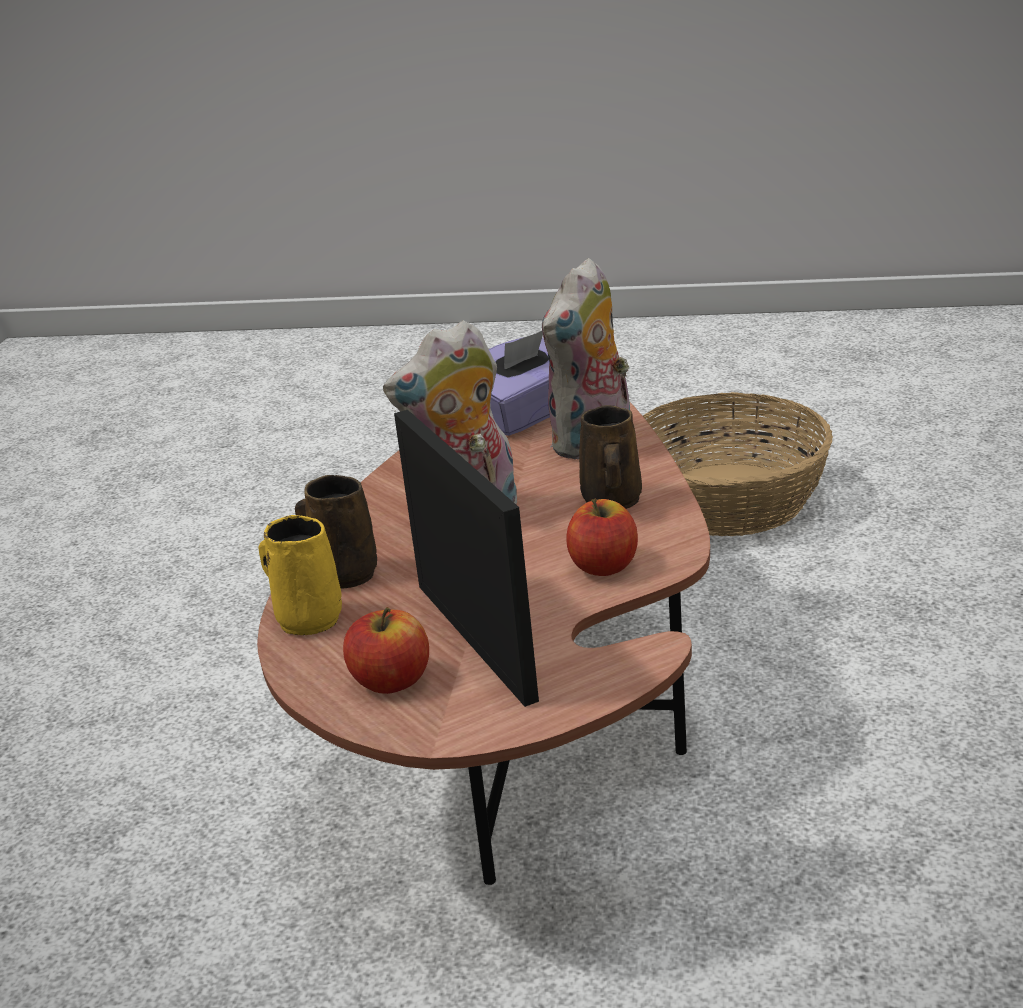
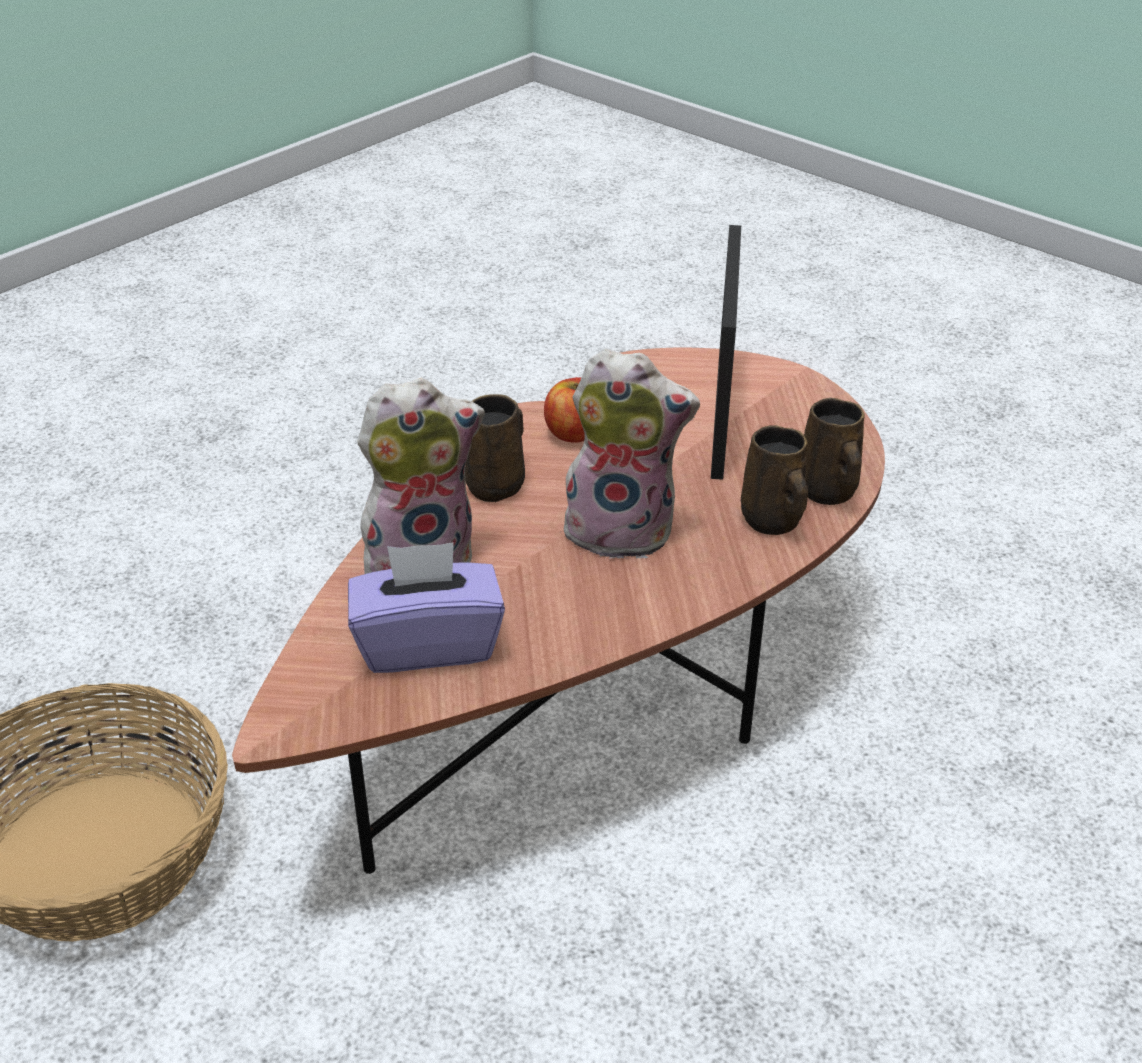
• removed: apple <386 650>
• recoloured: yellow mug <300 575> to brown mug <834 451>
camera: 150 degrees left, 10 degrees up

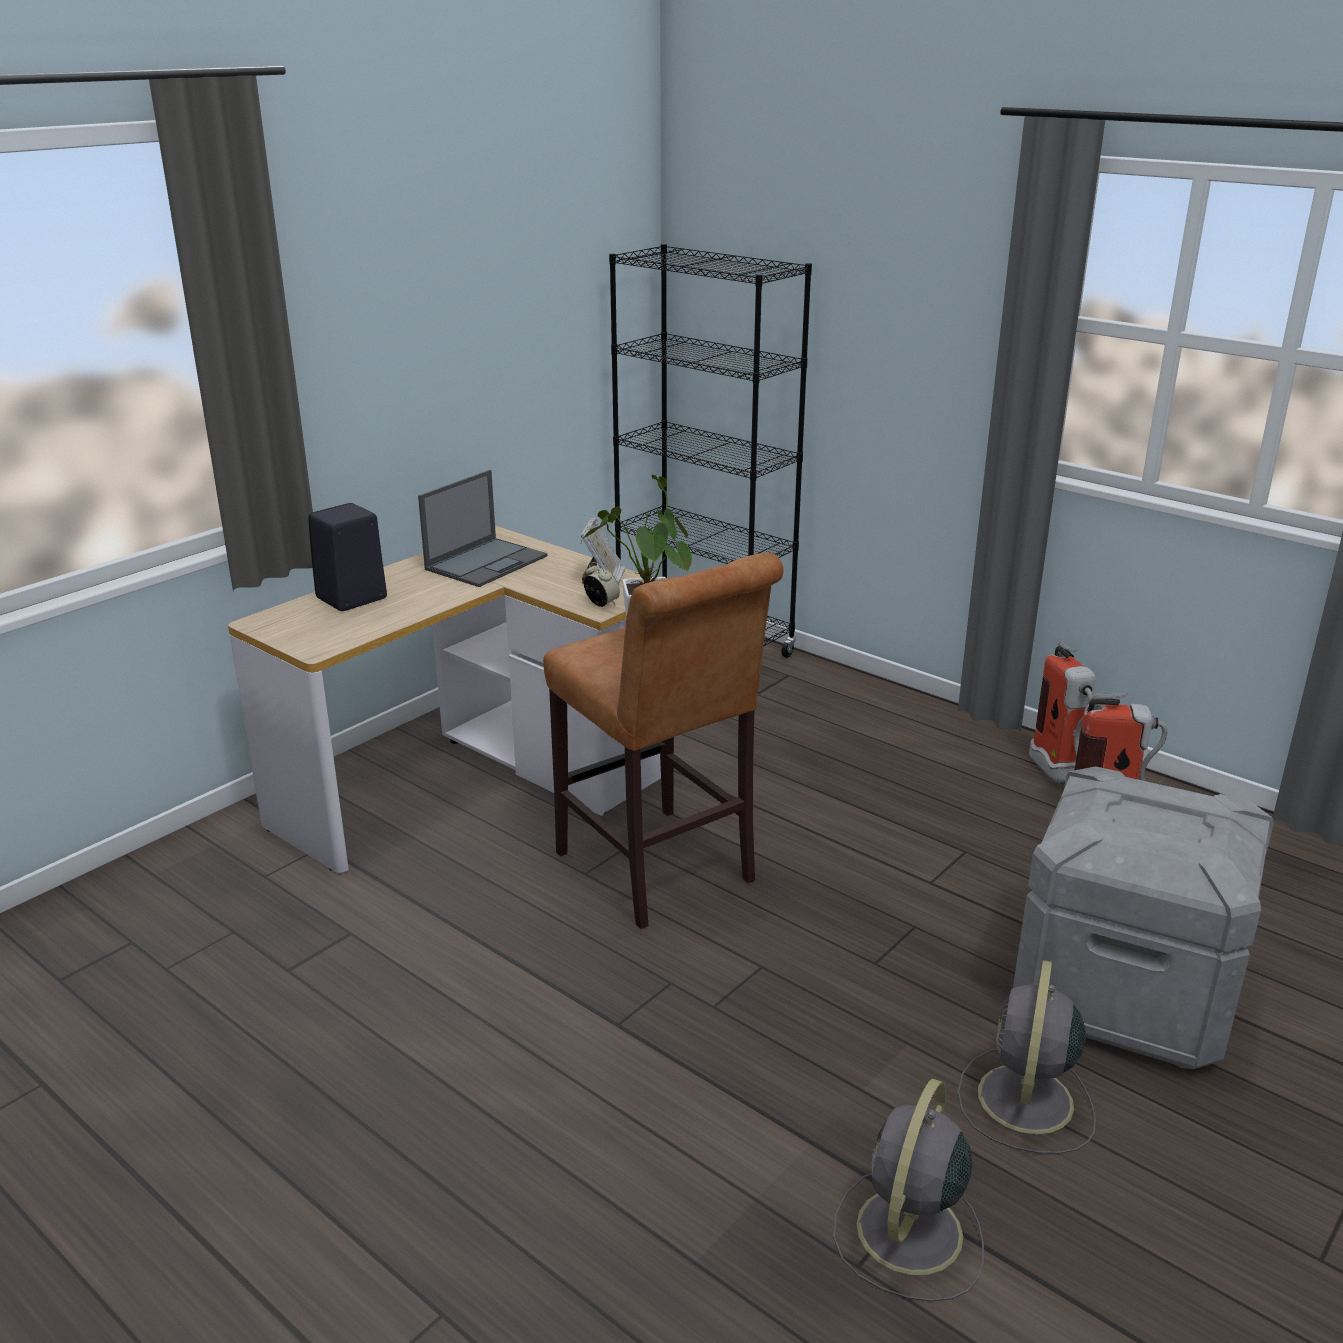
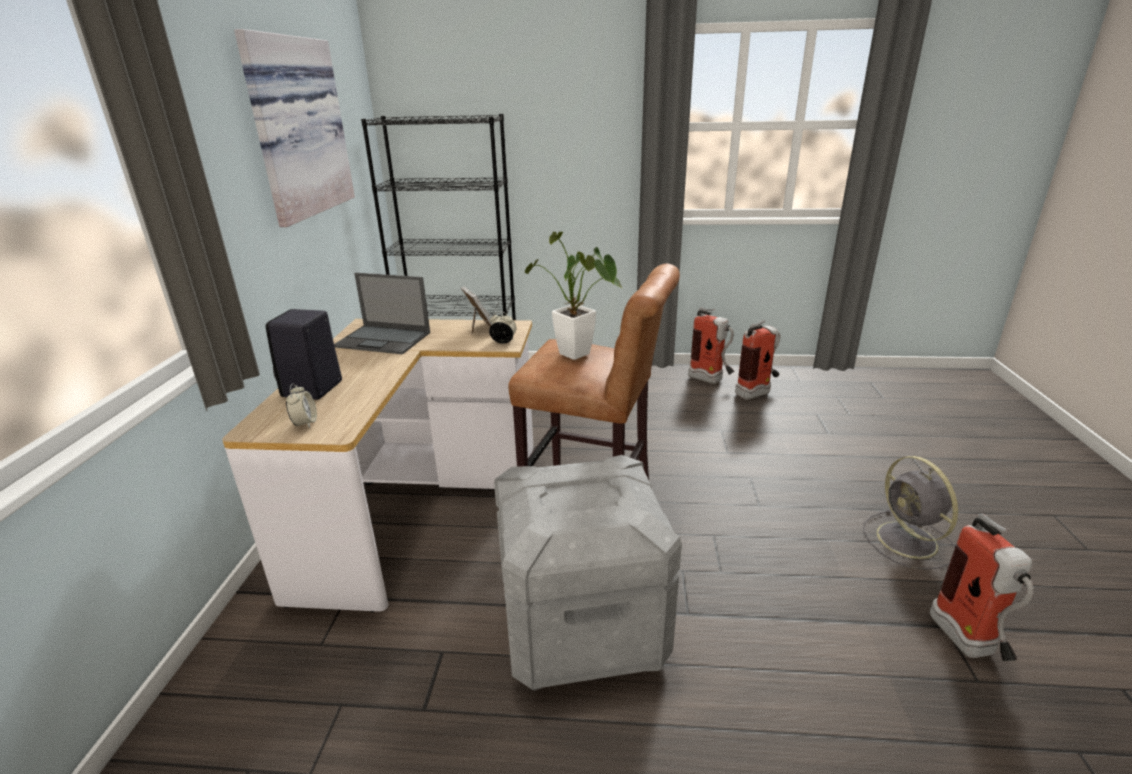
• added: picture <294 128>
• added: alarm clock <301 405>
• moved: grey storage box <1143 917> to <588 573>
• replaced: grey fan <908 1190> to fire extinguisher <982 587>
• turned: laptop <483 528> = <382 313> 105 degrees clockwise
camera: 35 degrees left, 0 degrees up

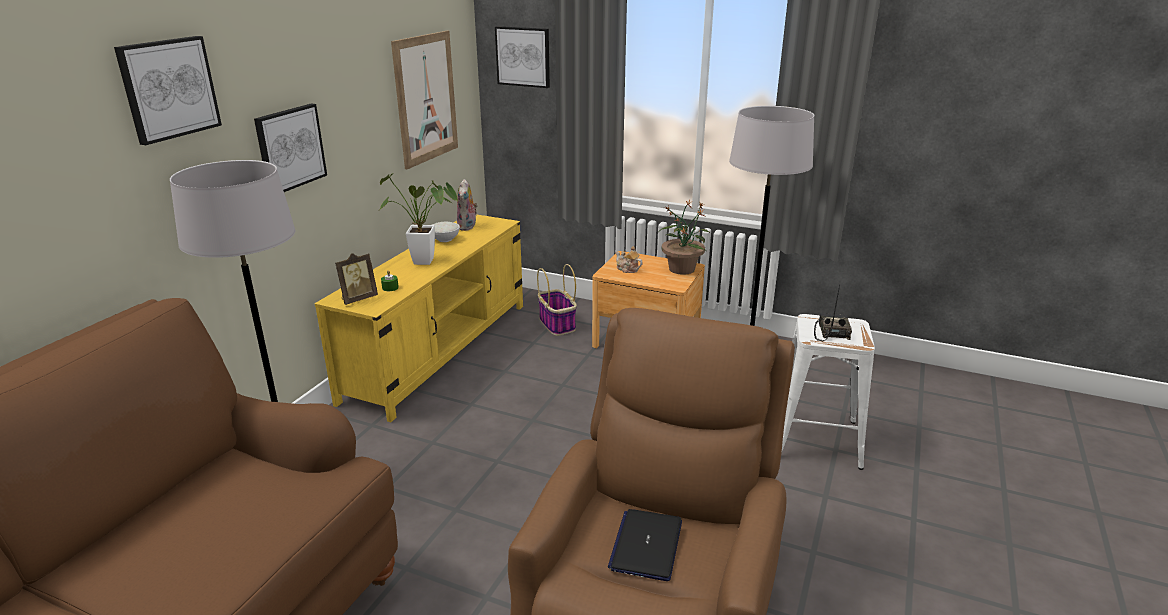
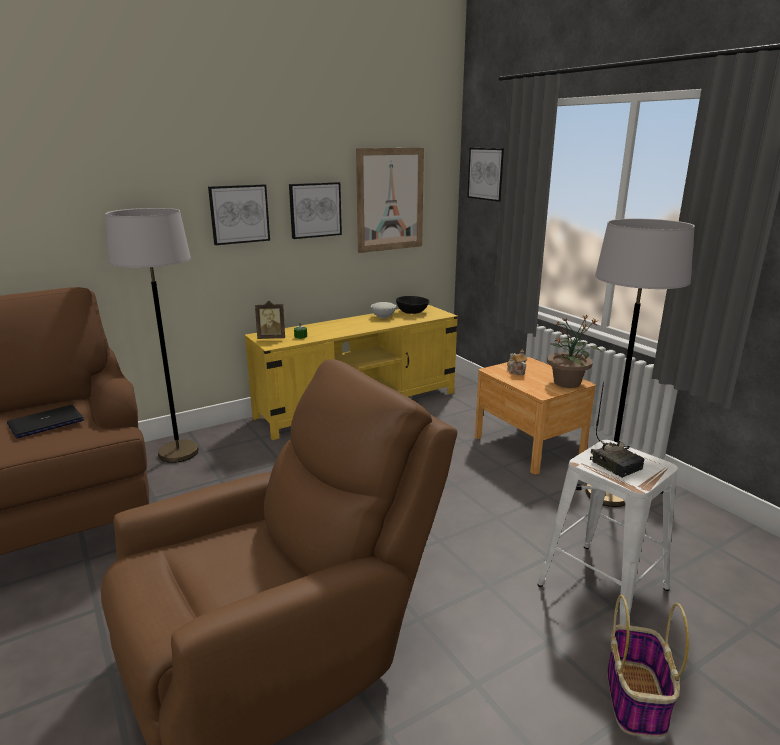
• removed: potted plant <419 219>
• moved: picture <168 90> to <315 210>
• moved: basket <557 300> to <648 666>
• moved: laptop <645 545> to <45 422>
• replaced: plush toy <467 205> to black bowl <412 305>
• turned: radio <833 313> = <617 430> 105 degrees clockwise
camera: 35 degrees right, 5 degrees down

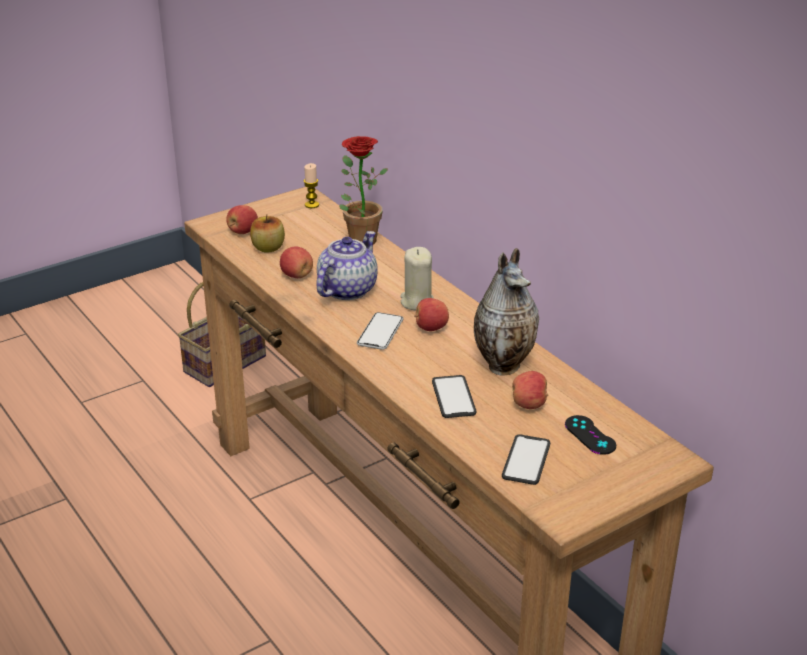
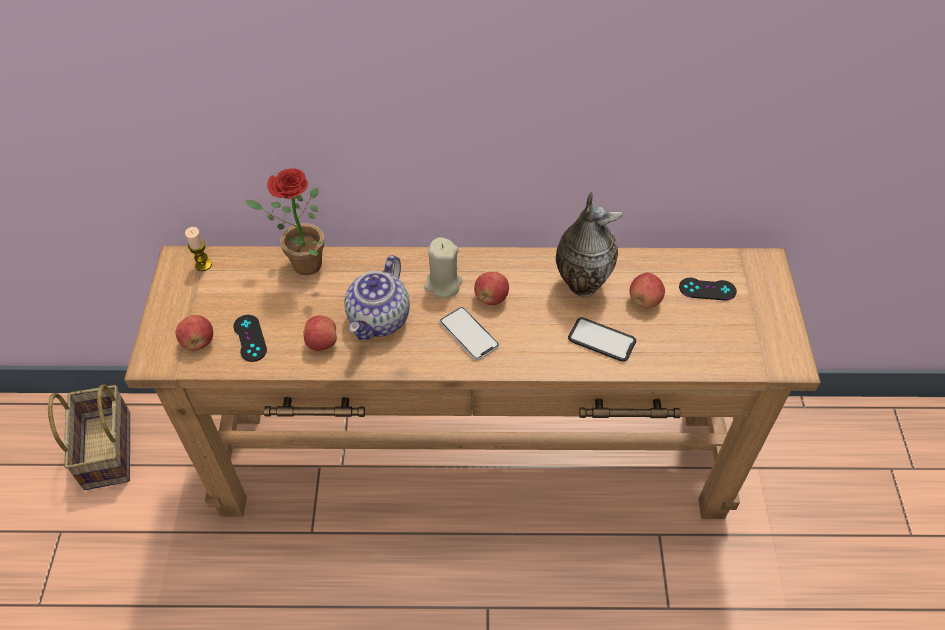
• removed: phone <526 459>
• replaced: apple <267 233> to black game controller <250 338>
• turned: teapot <347 265> = <377 297> 135 degrees counterclockwise
camera: 55 degrees left, 20 degrees up

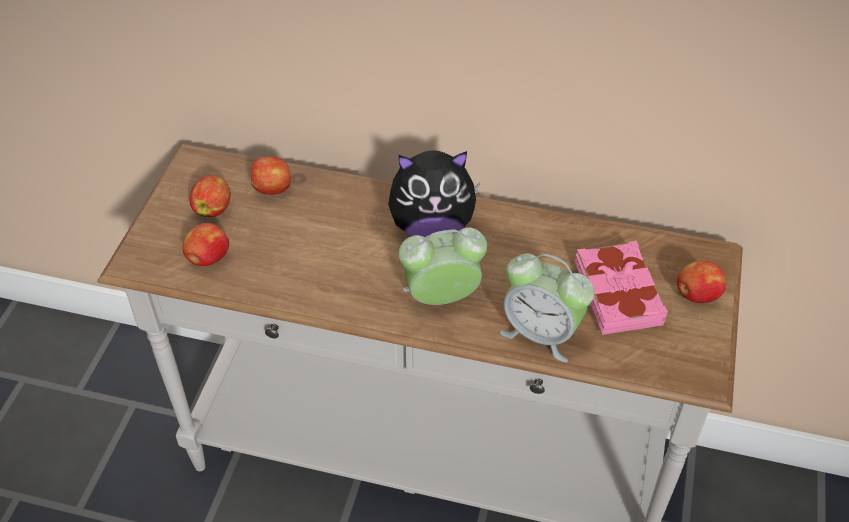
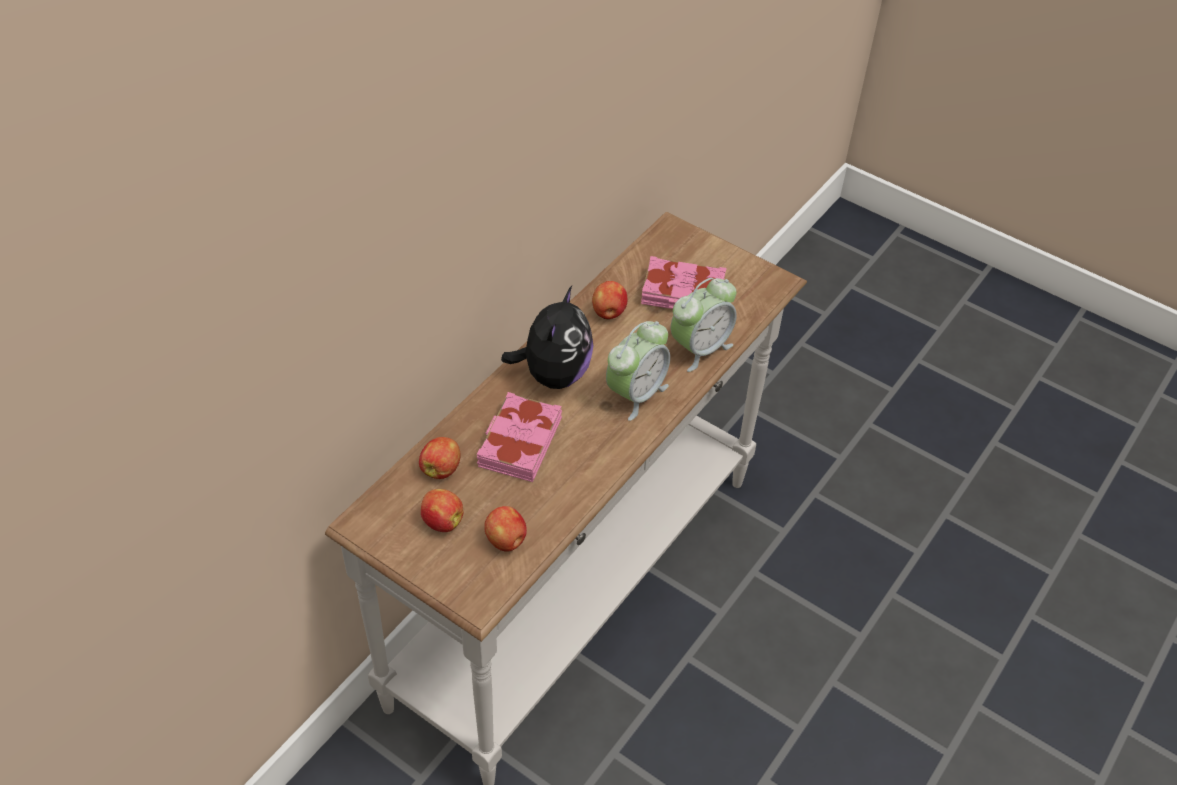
• added: pink book <519 437>
• moved: apple <701 281> to <610 300>
• turned: alarm clock <443 266> = <638 371> 150 degrees counterclockwise
camera: 70 degrees left, 0 degrees up

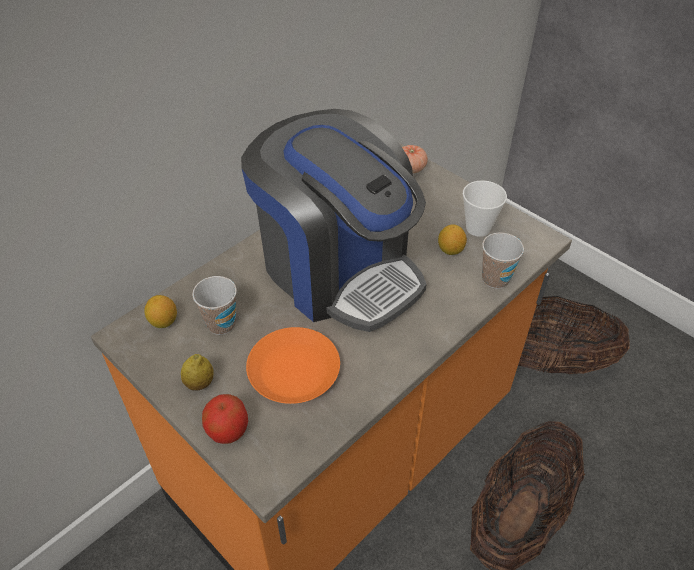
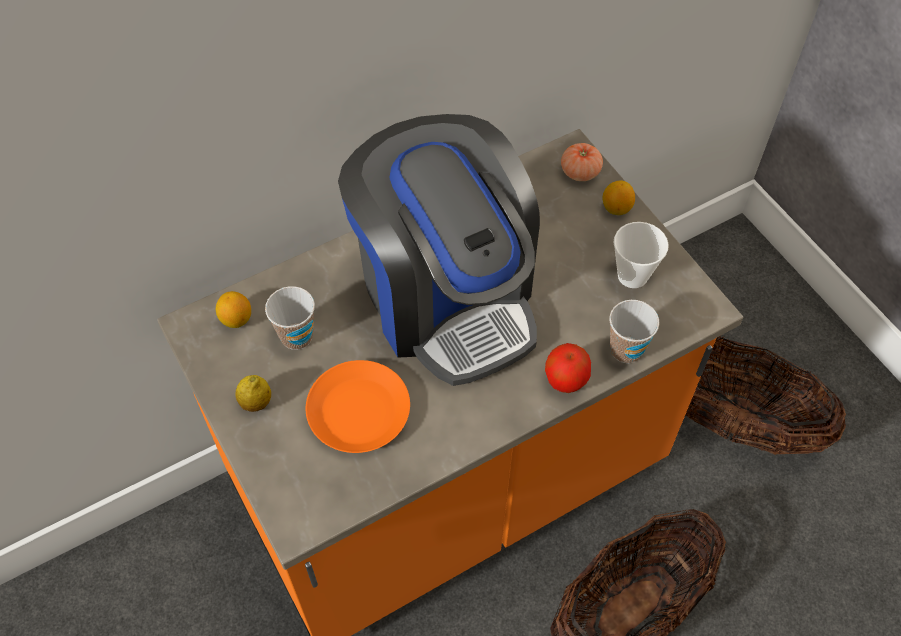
• moved: apple <225 419> to <568 368>
• moved: lemon <452 240> to <619 197>
camera: 15 degrees right, 10 degrees up

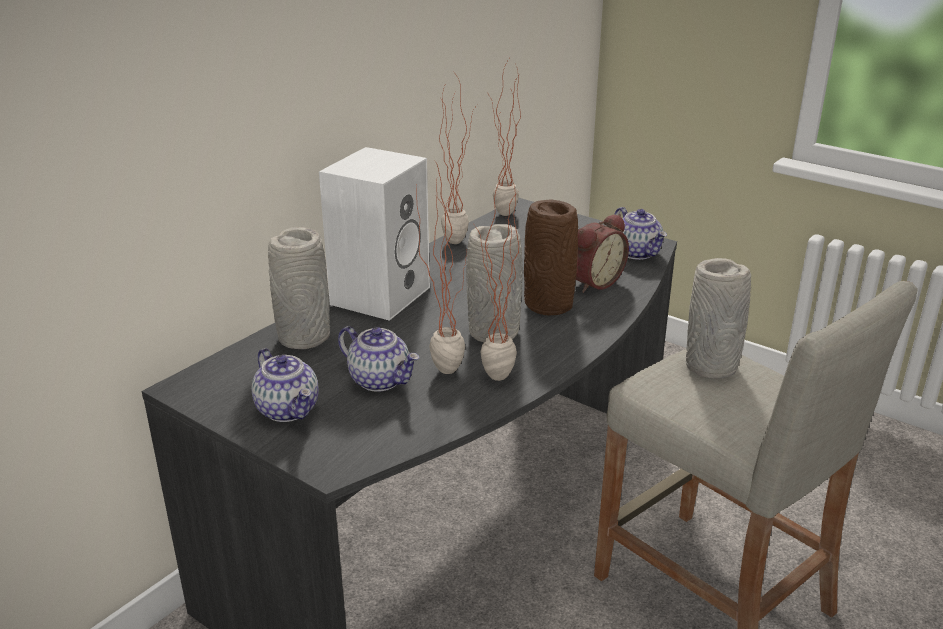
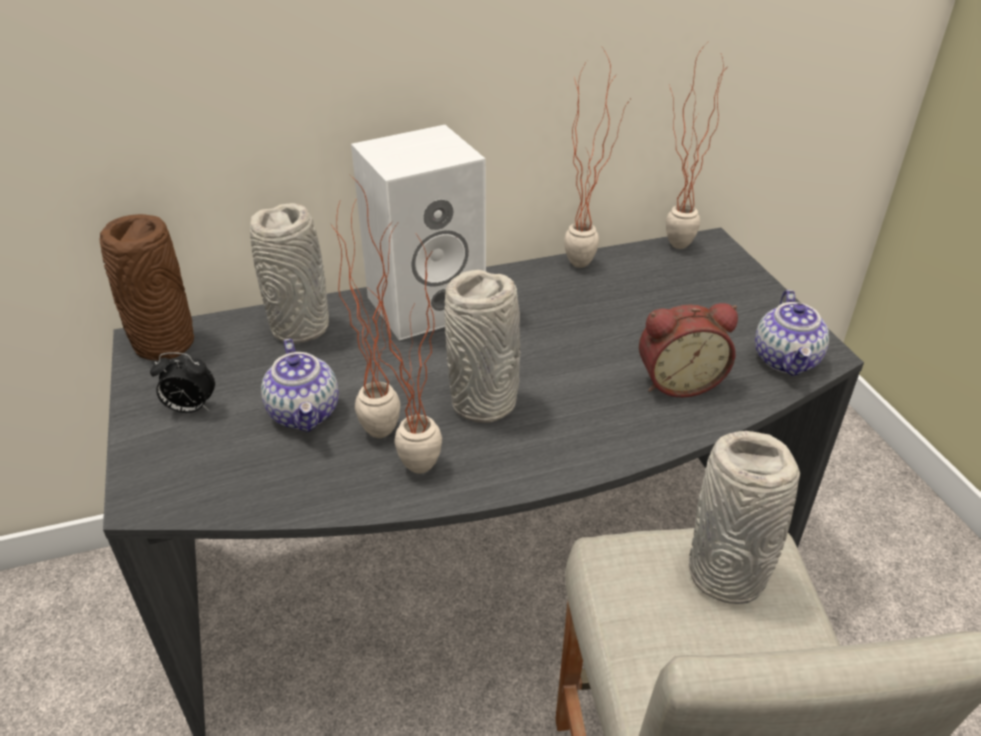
• moved: brown vase <551 258> to <146 287>
• replaced: teapot <285 385> to alarm clock <182 382>
camera: 35 degrees right, 10 degrees up

